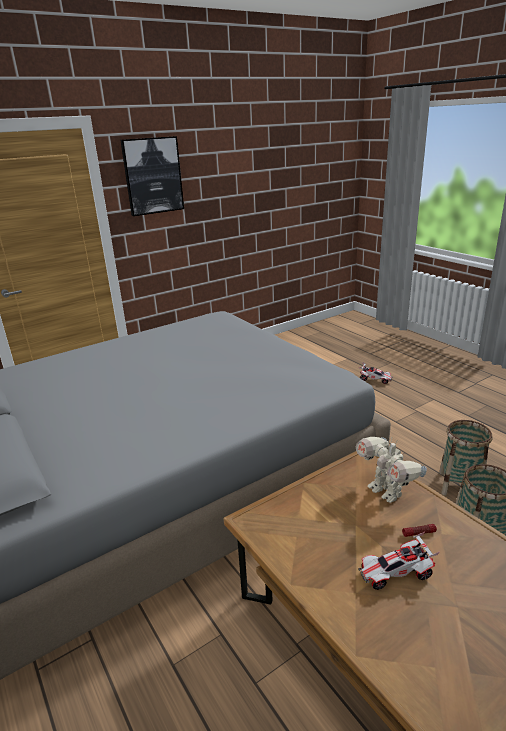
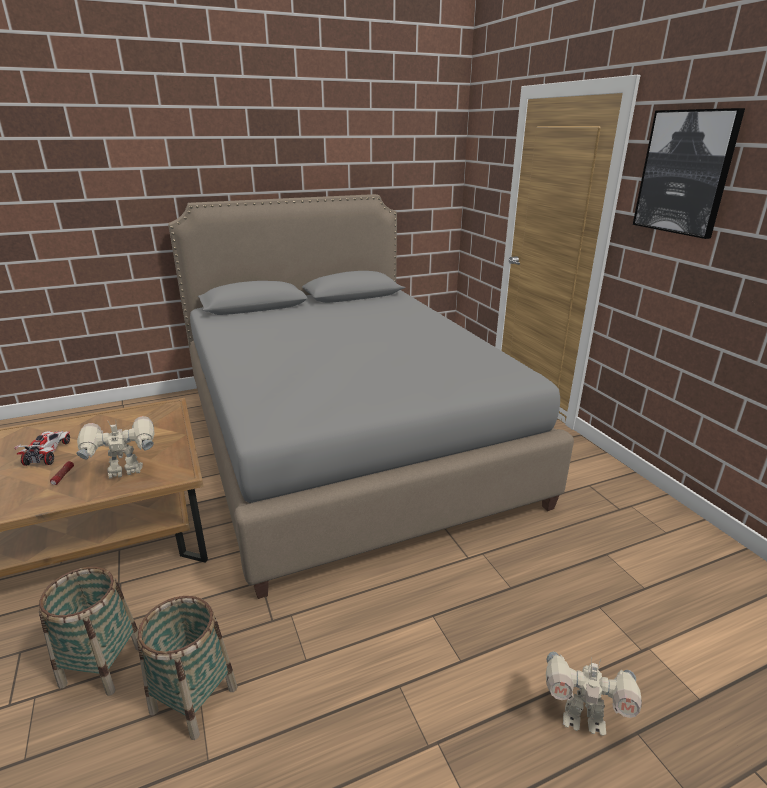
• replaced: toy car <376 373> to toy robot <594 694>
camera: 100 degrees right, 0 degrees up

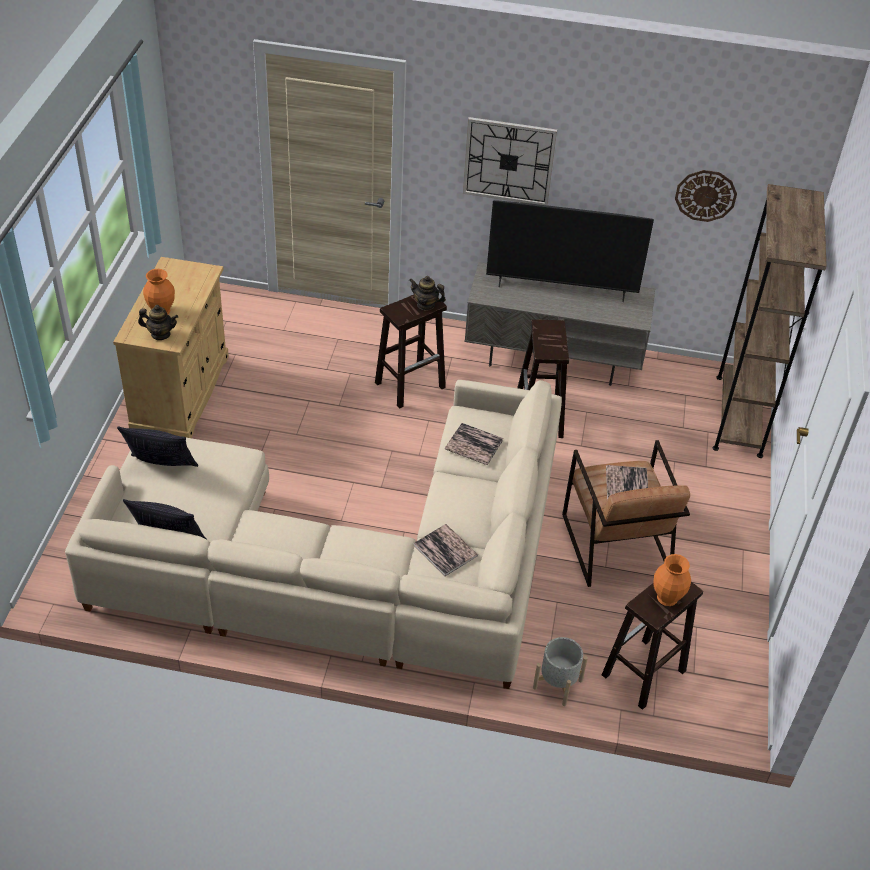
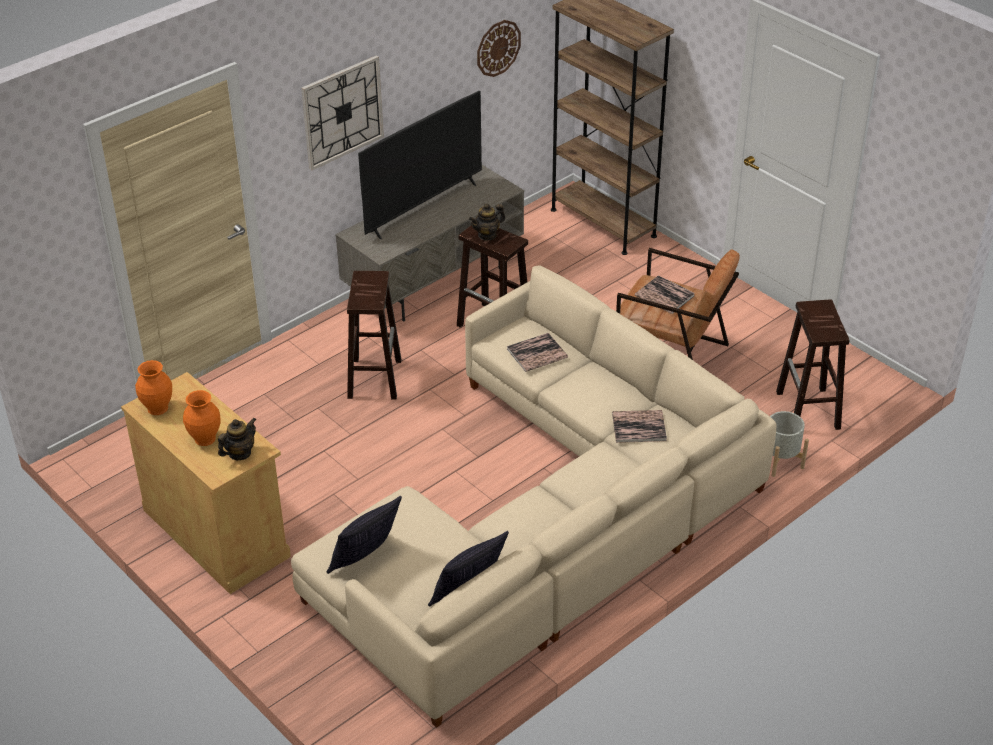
• moved: teapot <427 293> to <487 222>
• moved: orange vase <672 580> to <153 387>
camera: 50 degrees left, 5 degrees down

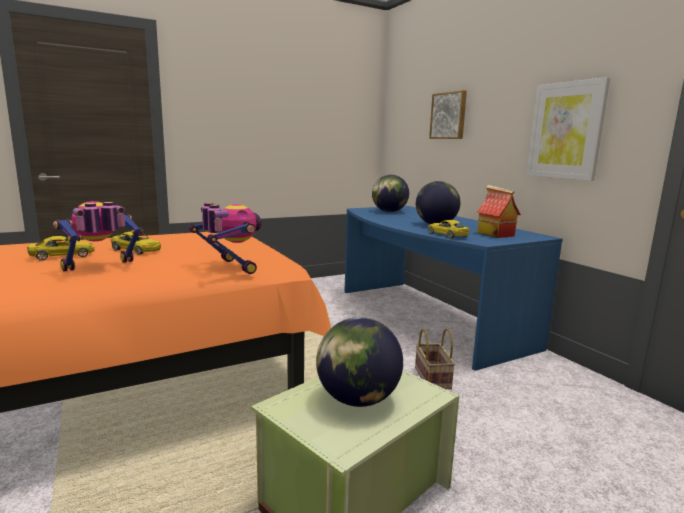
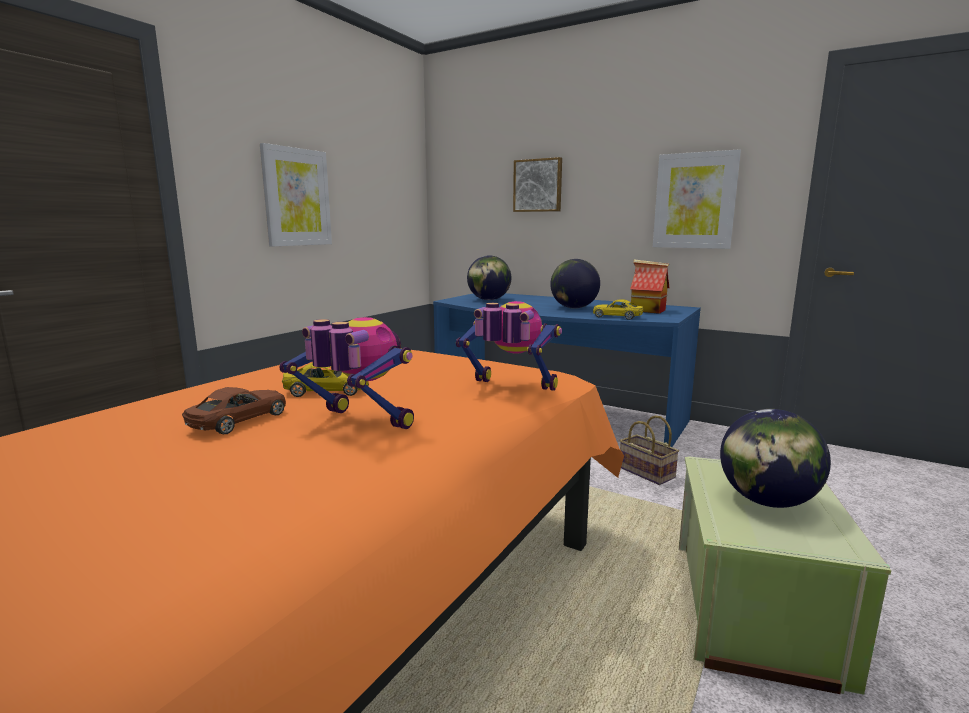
• added: picture <296 194>
• recoloured: yellow toy car <61 248> to brown toy car <234 410>
• turned: toy robot <98 236> = <346 373> 105 degrees clockwise
camera: 30 degrees left, 0 degrees up

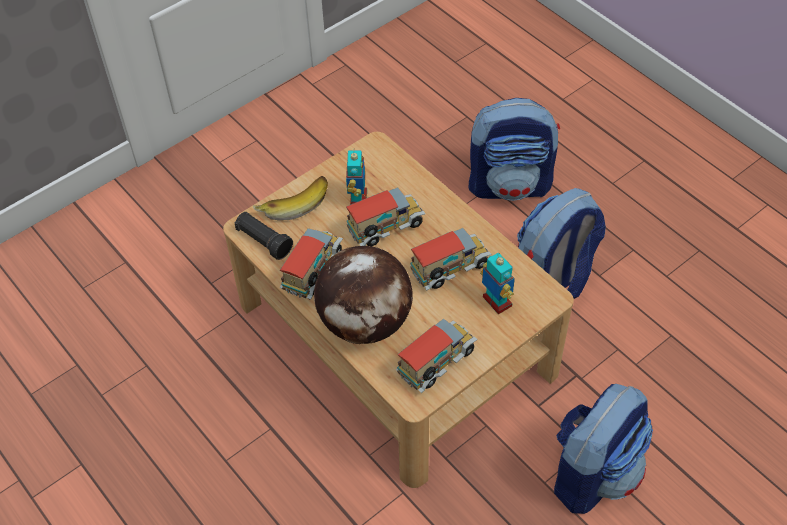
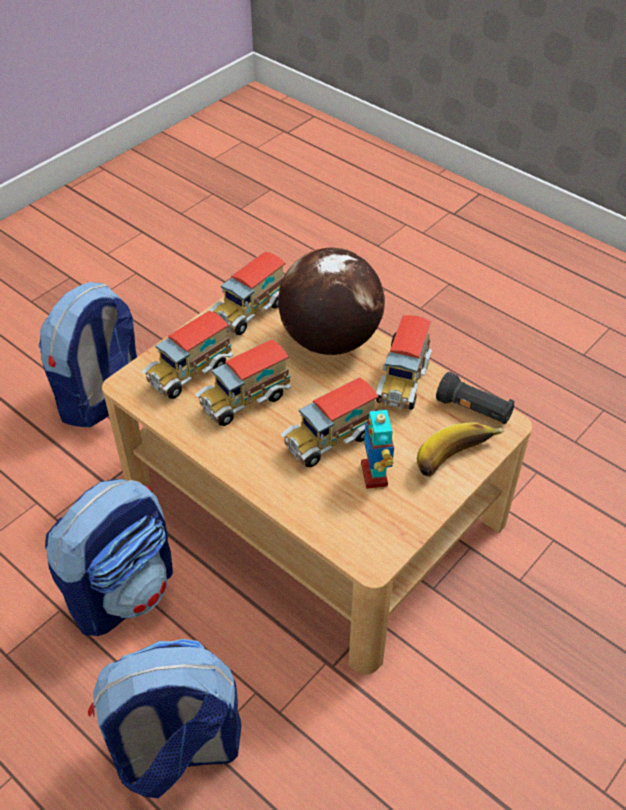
• replaced: toy robot <497 283> to toy truck <187 355>
camera: 170 degrees right, 5 degrees down

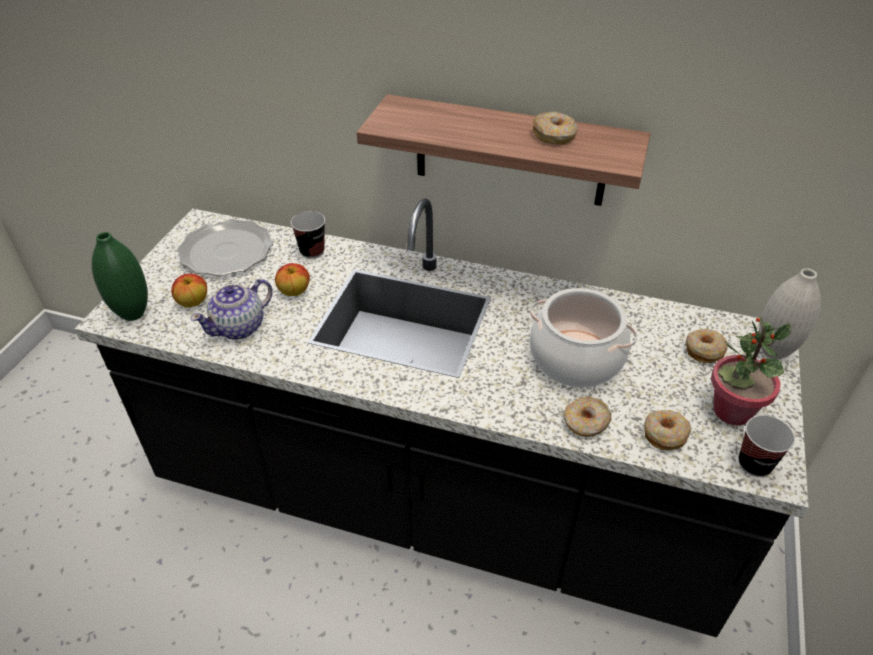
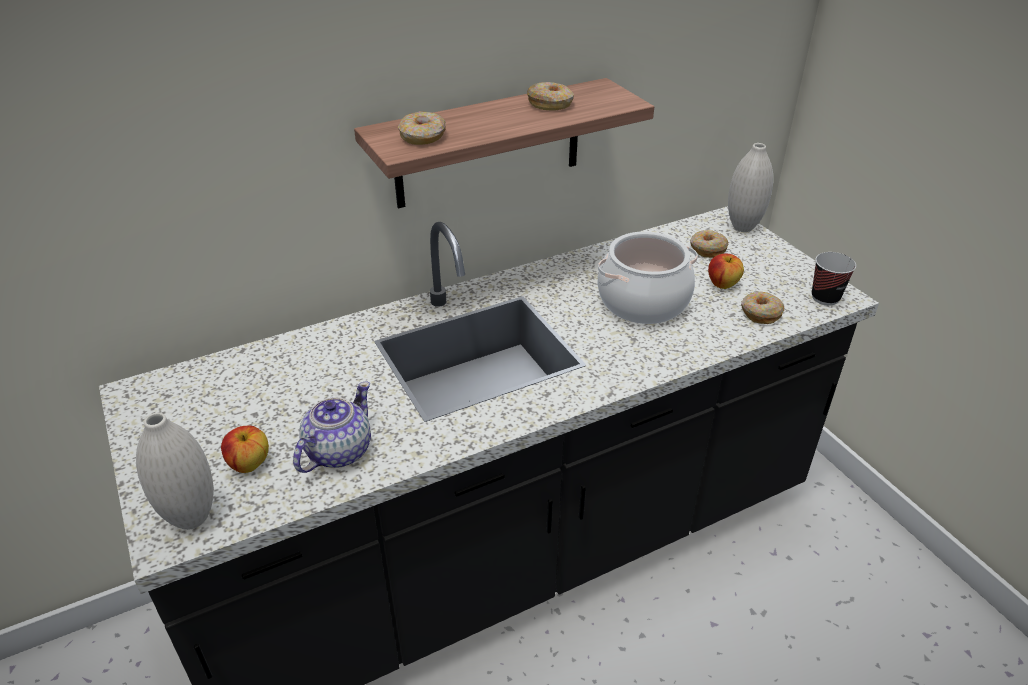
• removed: plate <225 247>
• removed: cup <308 235>
• removed: potted plant <751 370>
• moved: apple <292 279> to <726 271>
• moved: donut <587 417> to <422 128>
• recoloured: green vase <120 276> to white vase <175 471>
• turned: teapot <232 309> = <332 427> 150 degrees counterclockwise
camera: 45 degrees left, 5 degrees down

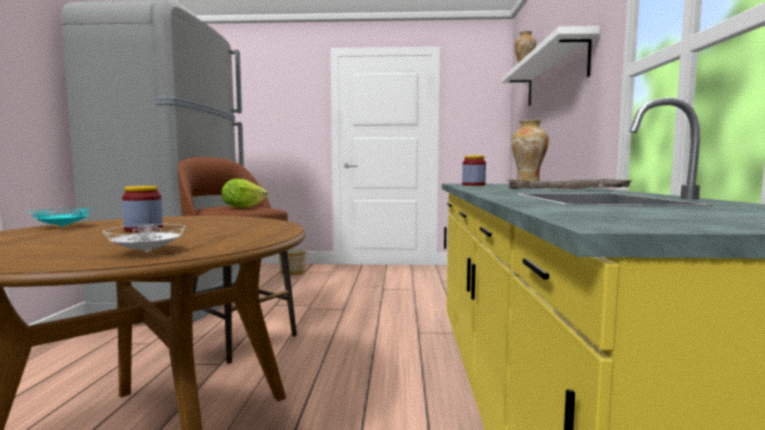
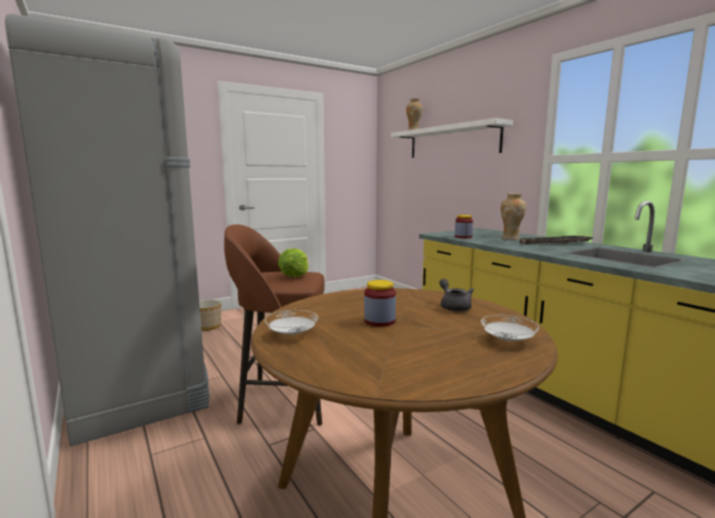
• added: grey teapot <456 295>
• recoloured: turquoise plate <60 217> to white plate <291 322>
camera: 35 degrees left, 5 degrees up

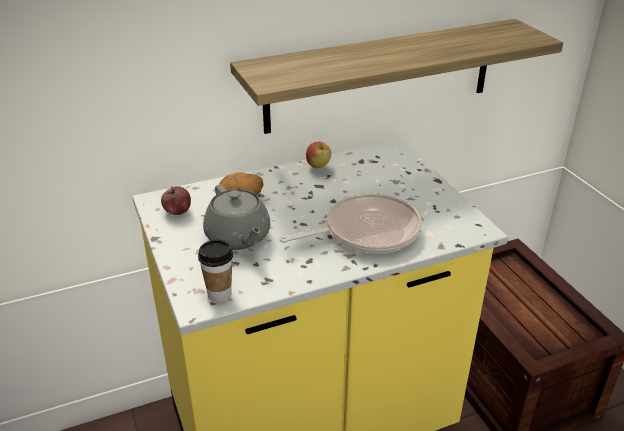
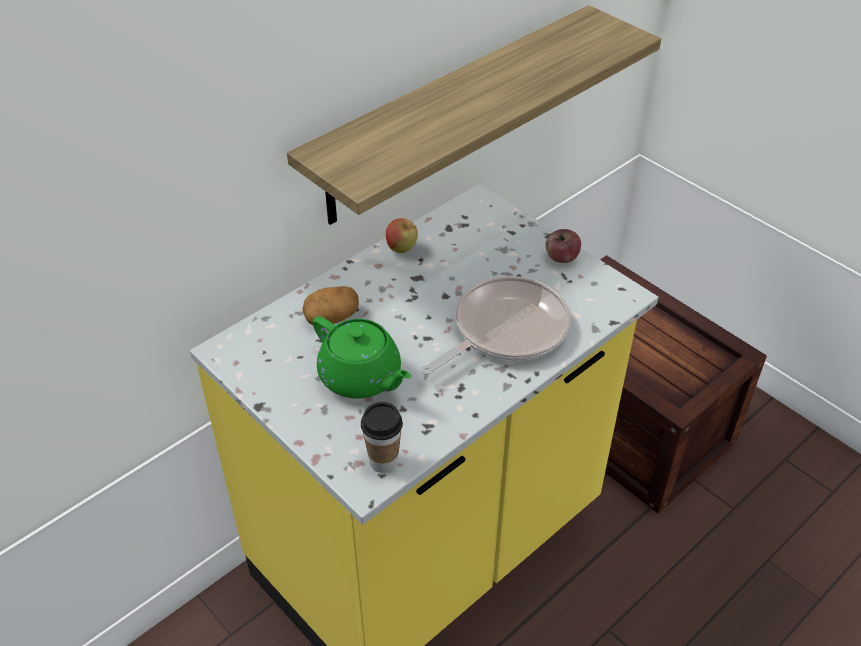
• moved: apple <176 200> to <563 246>
• recoloured: grey teapot <236 217> to green teapot <362 357>
camera: 20 degrees left, 10 degrees up

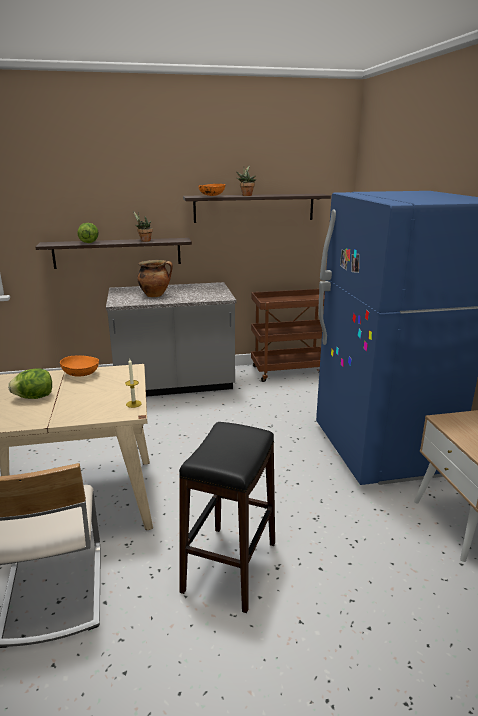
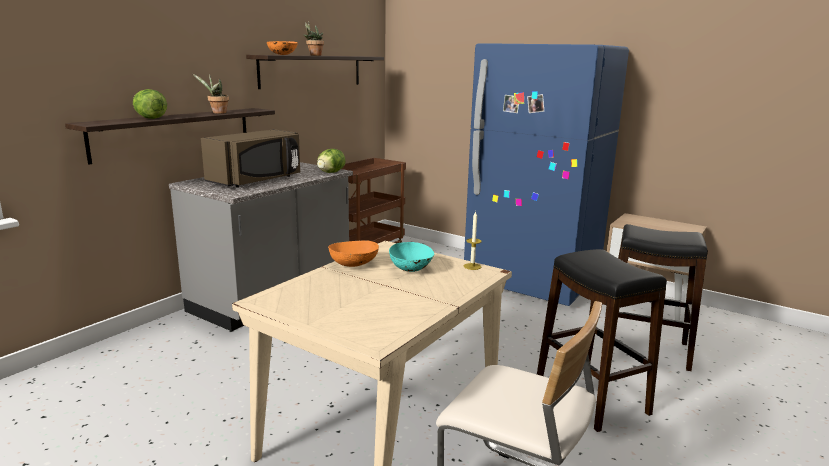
• added: turquoise bowl <411 257>
• added: black stool <663 297>
• moved: lettuce <30 383> to <331 161>
• replaced: cooking pot <155 278> to brown microwave <250 158>
camera: 45 degrees left, 5 degrees down

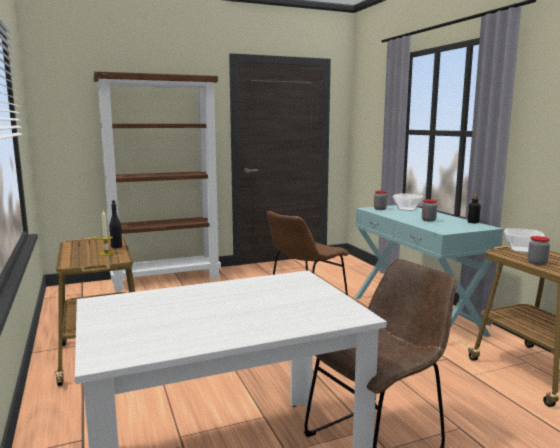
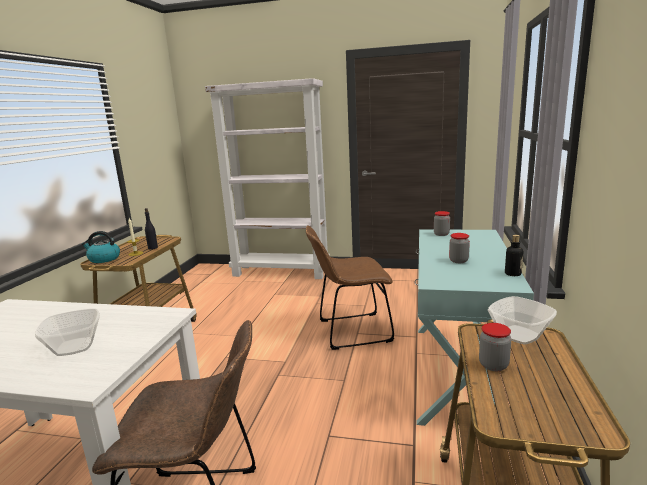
• added: kettle <101 247>
• moved: bowl <408 202> to <67 332>
• recoloured: brown bookcase <157 181> to white bookcase <267 178>
camera: 35 degrees right, 5 degrees up

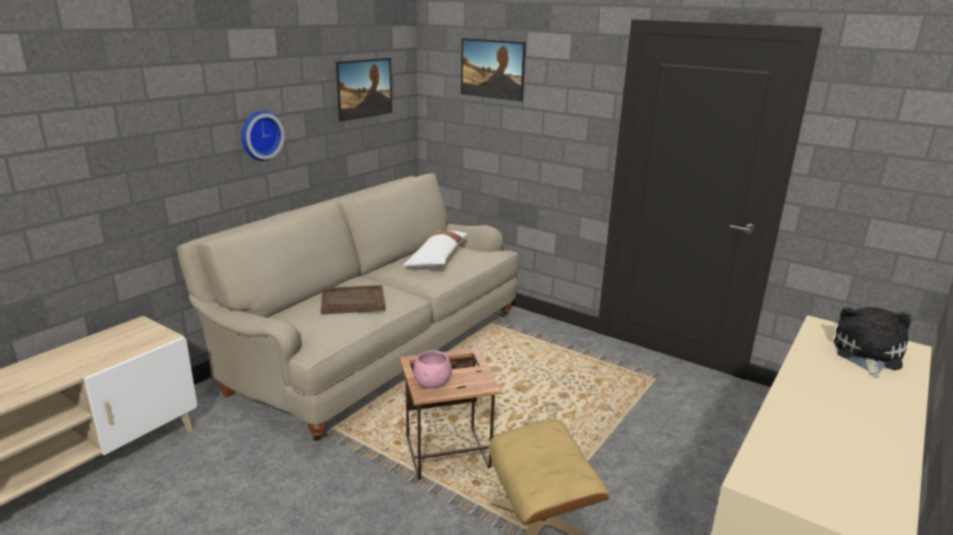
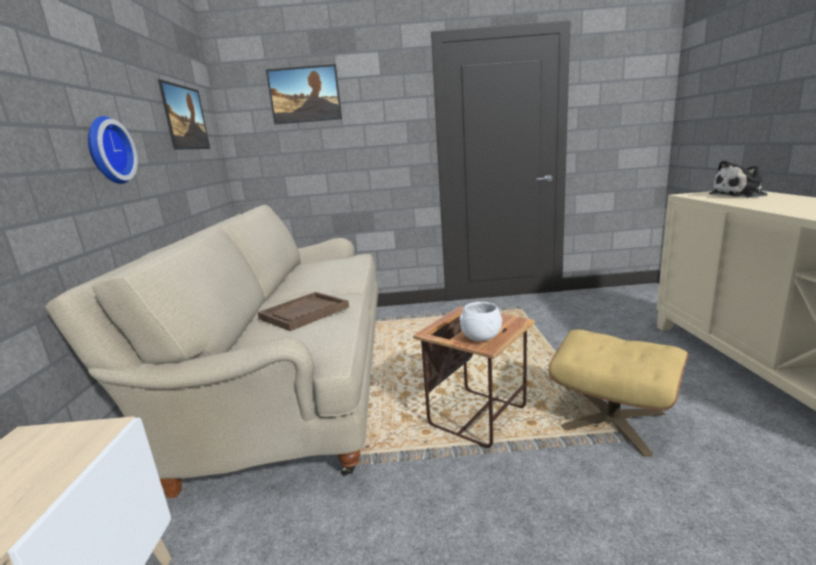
• removed: white pillow <435 249>
• recoloured: pink bowl <432 369> to white bowl <480 321>
• turned: plush toy <872 342> = <738 179> 90 degrees counterclockwise
camera: 35 degrees left, 5 degrees down

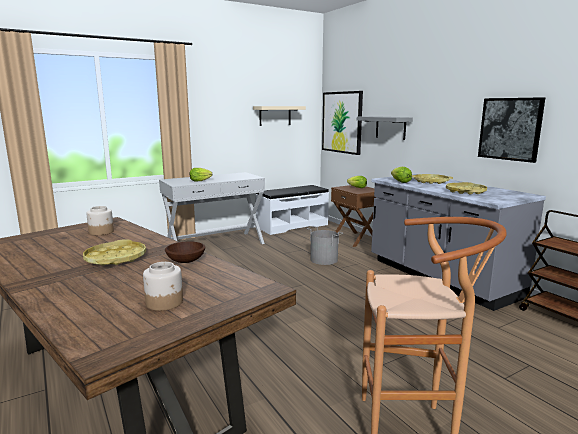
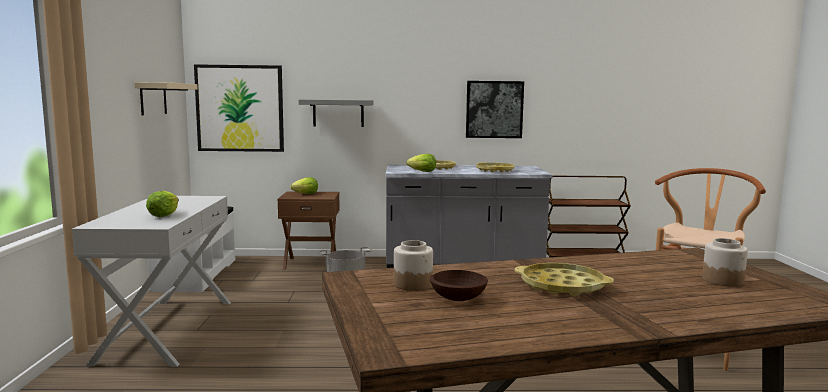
• moved: brown bowl <185 252> to <459 285>
camera: 60 degrees left, 5 degrees down

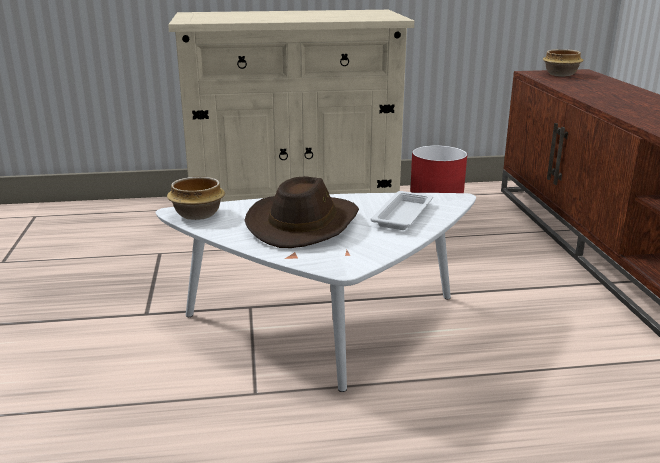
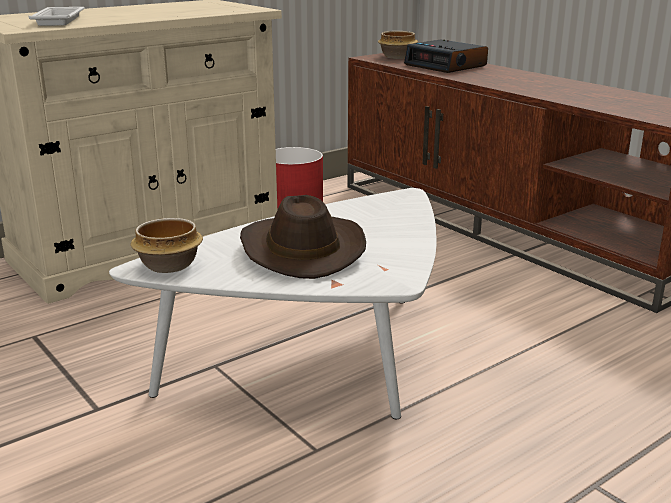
• added: alarm clock <446 56>
• moved: white tray <402 210> to <57 16>
camera: 30 degrees left, 0 degrees up

